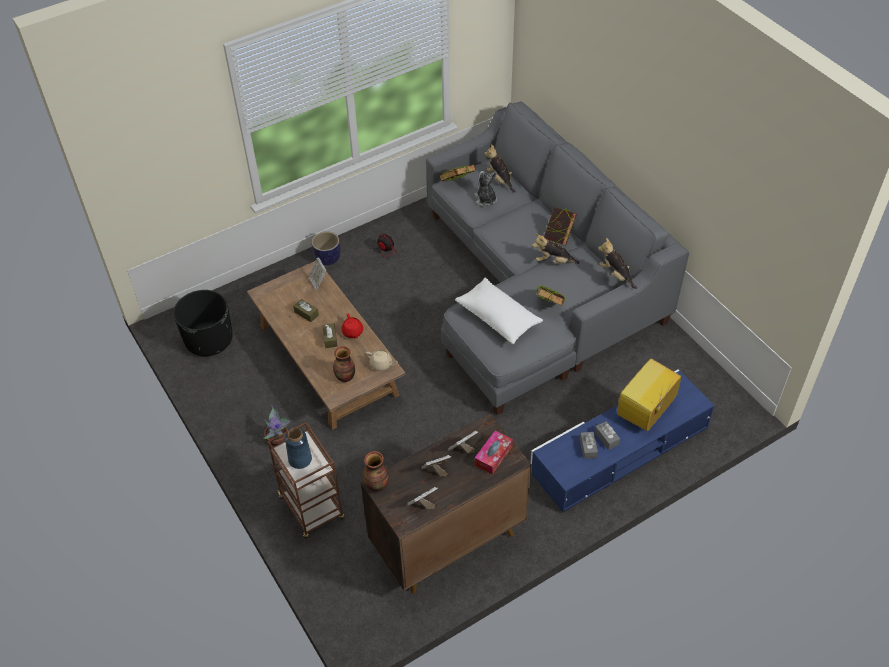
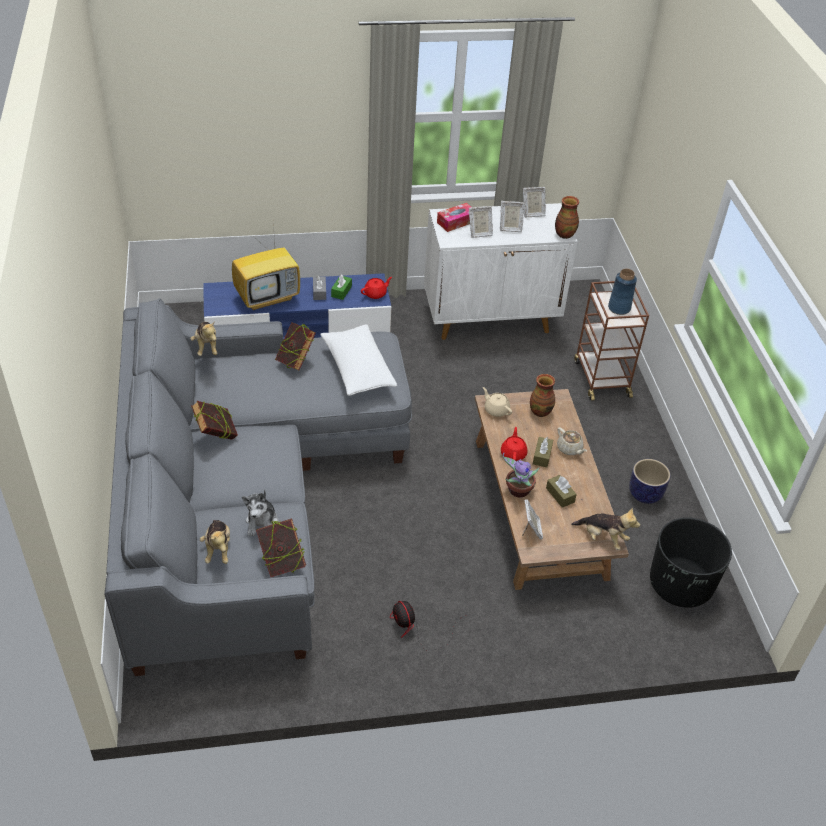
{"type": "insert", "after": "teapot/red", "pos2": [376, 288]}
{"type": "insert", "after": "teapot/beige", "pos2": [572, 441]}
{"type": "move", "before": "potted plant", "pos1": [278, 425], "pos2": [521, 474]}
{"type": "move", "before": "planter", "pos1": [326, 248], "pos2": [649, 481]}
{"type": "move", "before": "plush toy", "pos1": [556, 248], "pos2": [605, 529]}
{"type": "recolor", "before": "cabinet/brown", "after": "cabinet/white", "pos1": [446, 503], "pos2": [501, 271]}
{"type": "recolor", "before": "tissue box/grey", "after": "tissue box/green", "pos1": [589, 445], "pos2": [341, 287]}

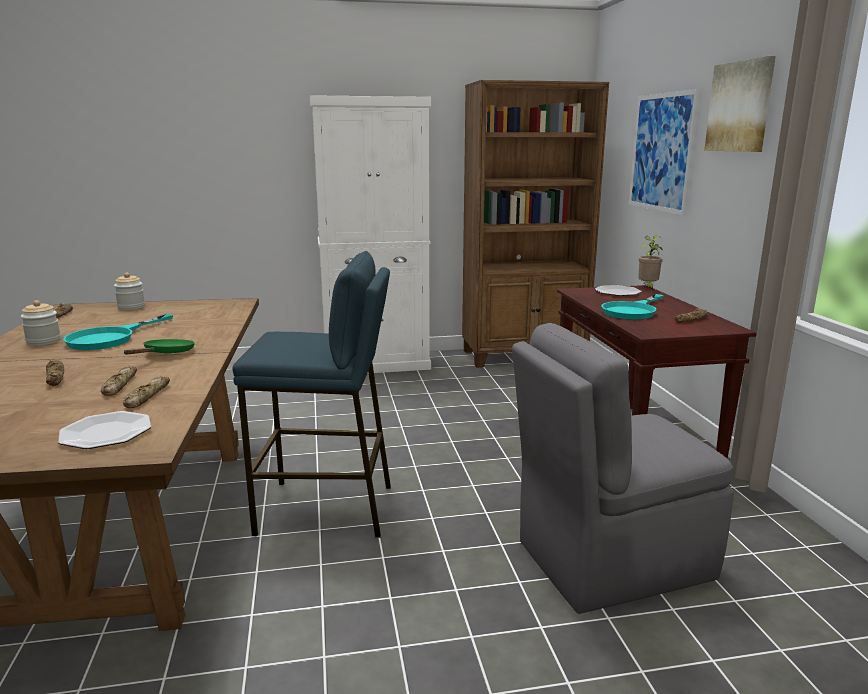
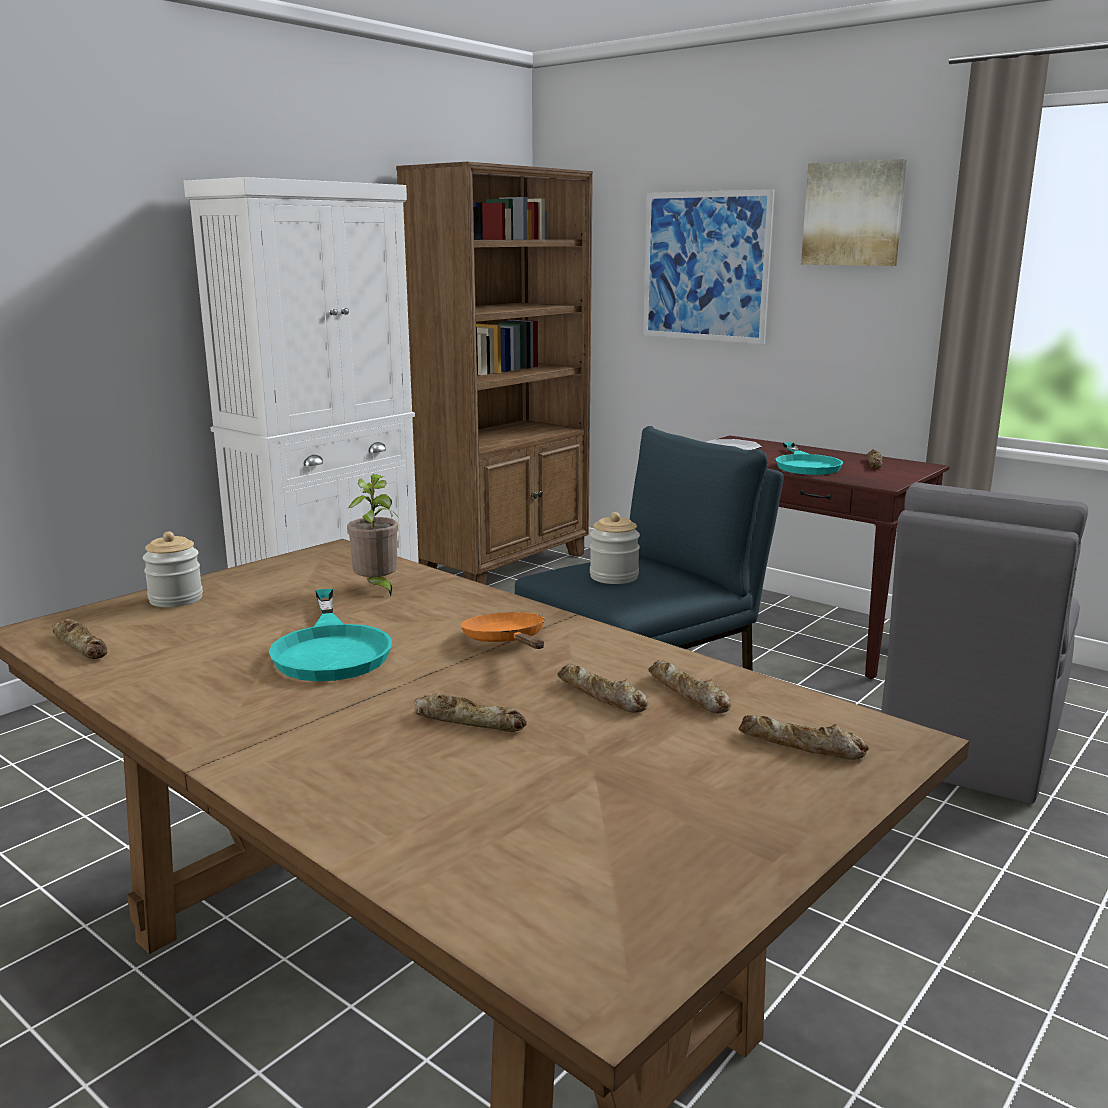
{"type": "move", "before": "jar", "pos1": [41, 323], "pos2": [615, 548]}
{"type": "move", "before": "potted plant", "pos1": [650, 262], "pos2": [372, 535]}
{"type": "replace", "before": "plate", "after": "bread", "pos1": [104, 430], "pos2": [804, 737]}
{"type": "recolor", "before": "frying pan/green", "after": "frying pan/orange", "pos1": [159, 347], "pos2": [503, 630]}

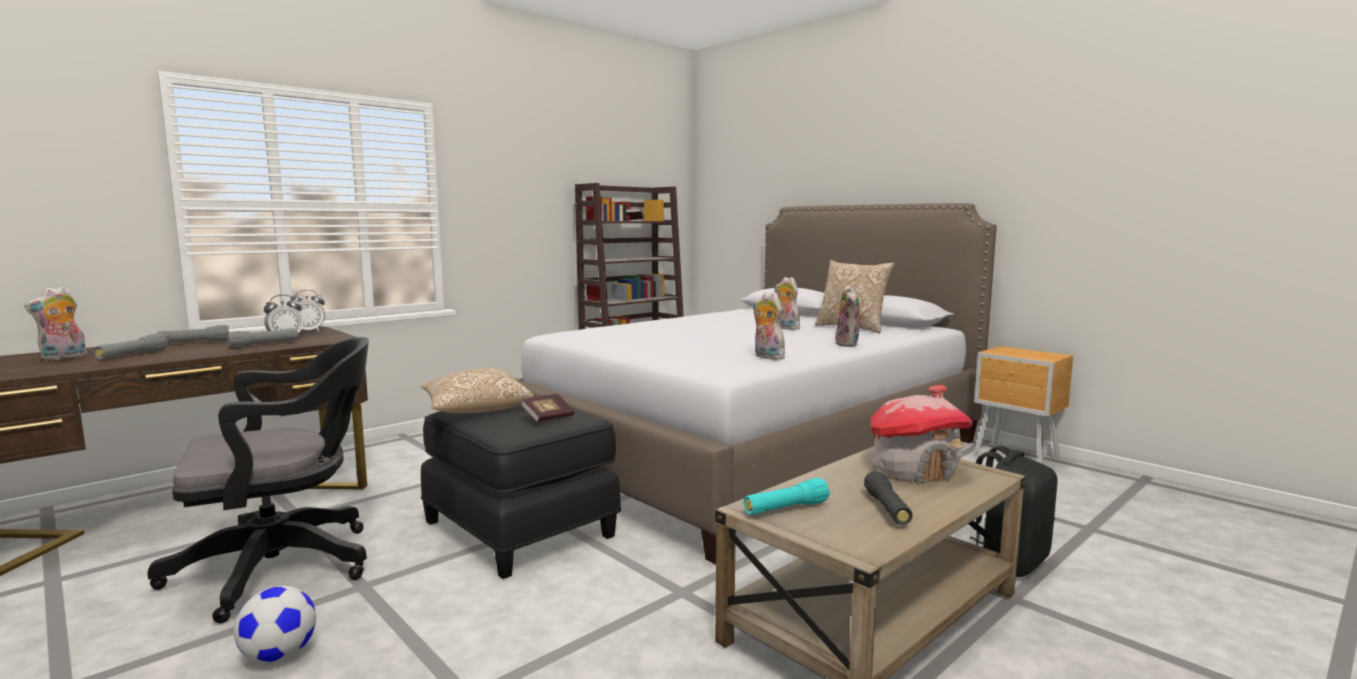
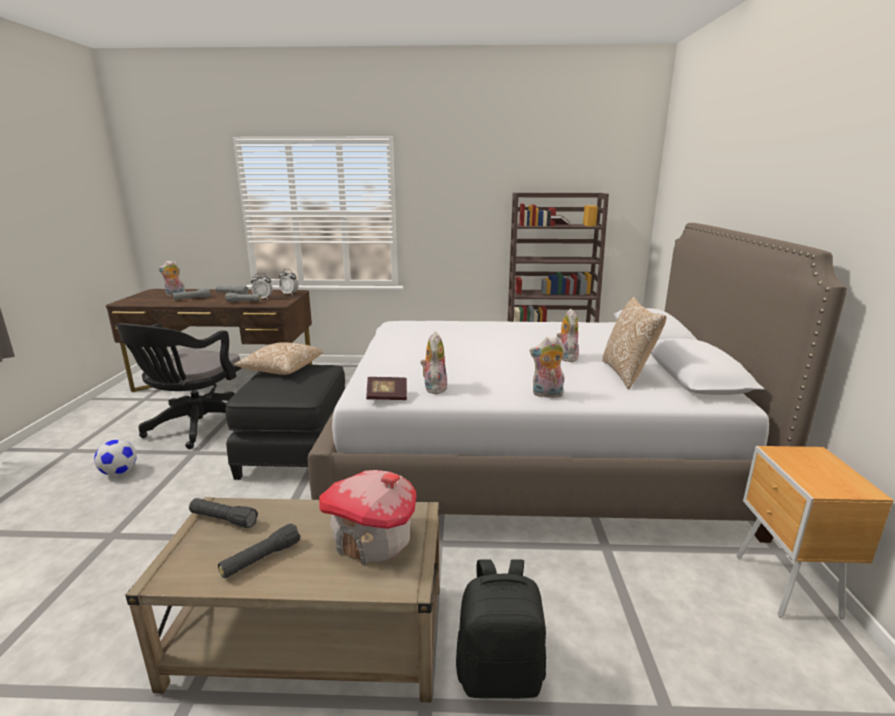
{"type": "move", "before": "book", "pos1": [547, 408], "pos2": [386, 388]}
{"type": "recolor", "before": "flashlight/turquoise", "after": "flashlight/black", "pos1": [786, 496], "pos2": [223, 513]}
{"type": "rotate", "before": "office chair/black", "pos1": [258, 480], "pos2": [178, 386], "turn": 90}
{"type": "rotate", "before": "plush toy", "pos1": [849, 316], "pos2": [547, 367], "turn": 45}

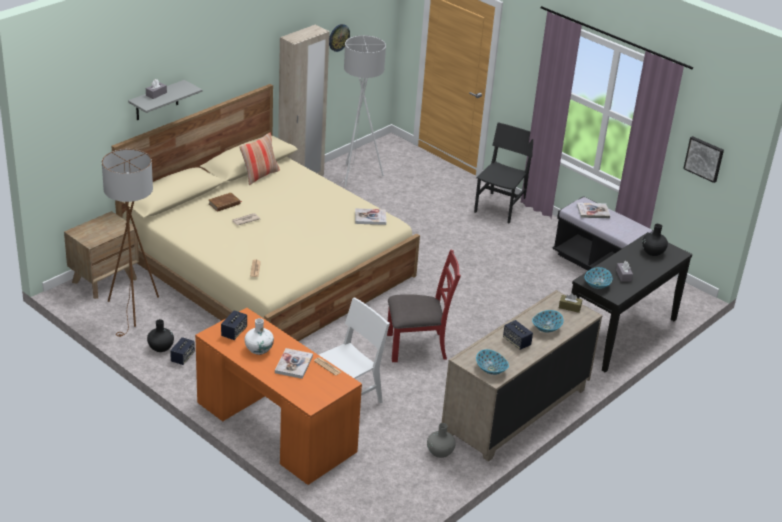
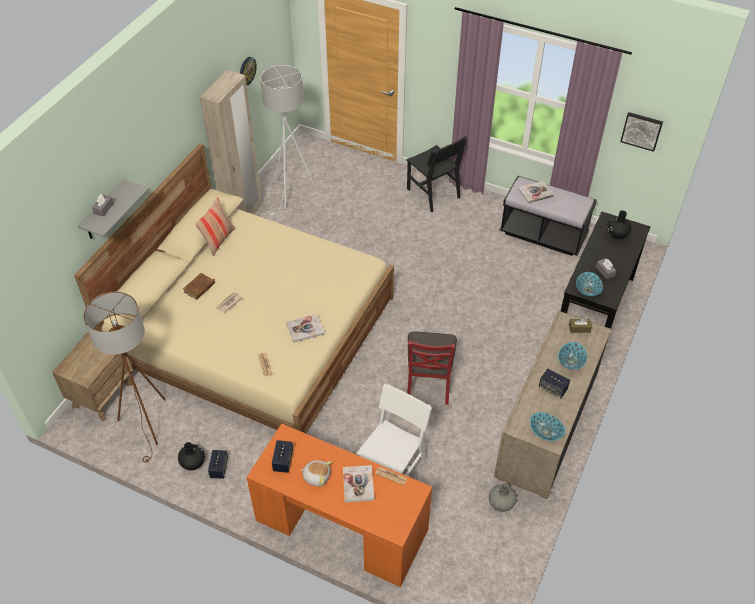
{"type": "move", "before": "book", "pos1": [370, 216], "pos2": [305, 328]}
{"type": "replace", "before": "vase/white", "after": "plush toy", "pos1": [259, 336], "pos2": [316, 473]}
{"type": "rotate", "before": "chair/red", "pos1": [424, 305], "pos2": [432, 368], "turn": 120}
{"type": "rotate", "before": "chair/black", "pos1": [503, 172], "pos2": [436, 173], "turn": 135}

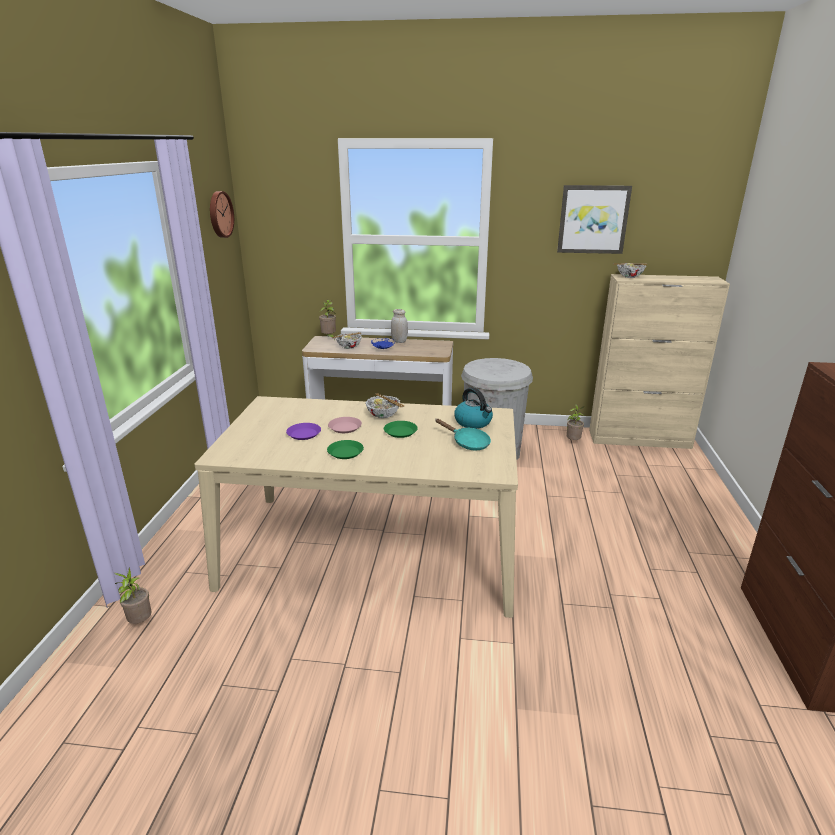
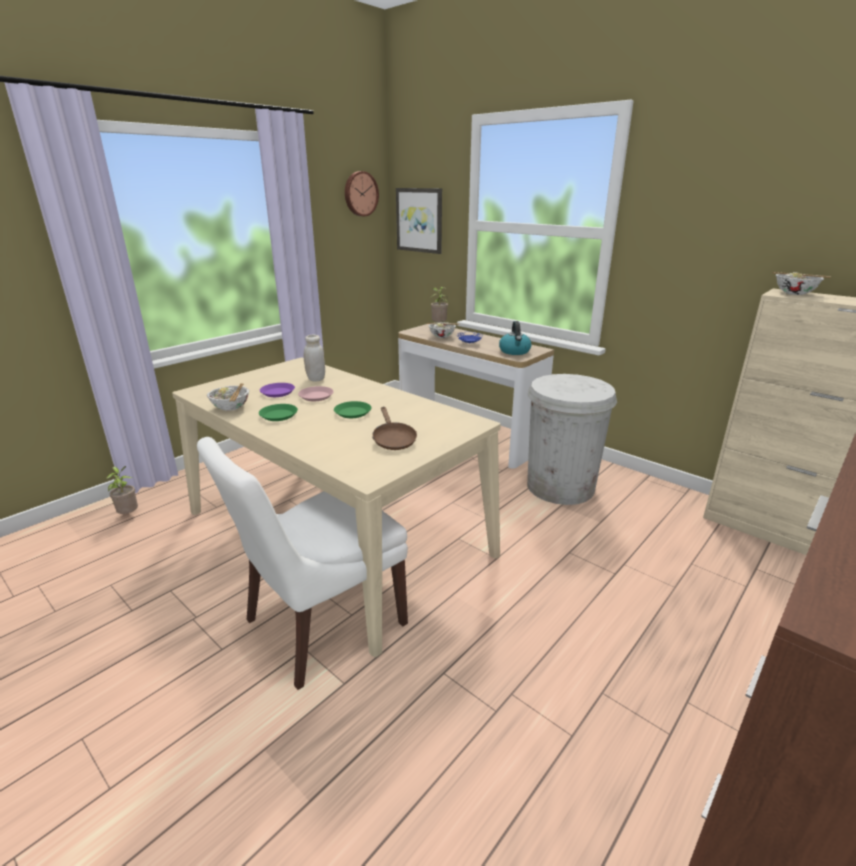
{"type": "delete", "before": "potted plant", "pos1": [576, 422]}
{"type": "insert", "after": "chair/white", "pos2": [302, 563]}
{"type": "move", "before": "bowl", "pos1": [385, 405], "pos2": [228, 397]}
{"type": "move", "before": "jar/white", "pos1": [399, 326], "pos2": [314, 358]}
{"type": "move", "before": "kettle", "pos1": [473, 408], "pos2": [515, 338]}
{"type": "move", "before": "picture", "pos1": [594, 219], "pos2": [419, 221]}
{"type": "recolor", "before": "frying pan/turquoise", "after": "frying pan/brown", "pos1": [463, 435], "pos2": [394, 428]}

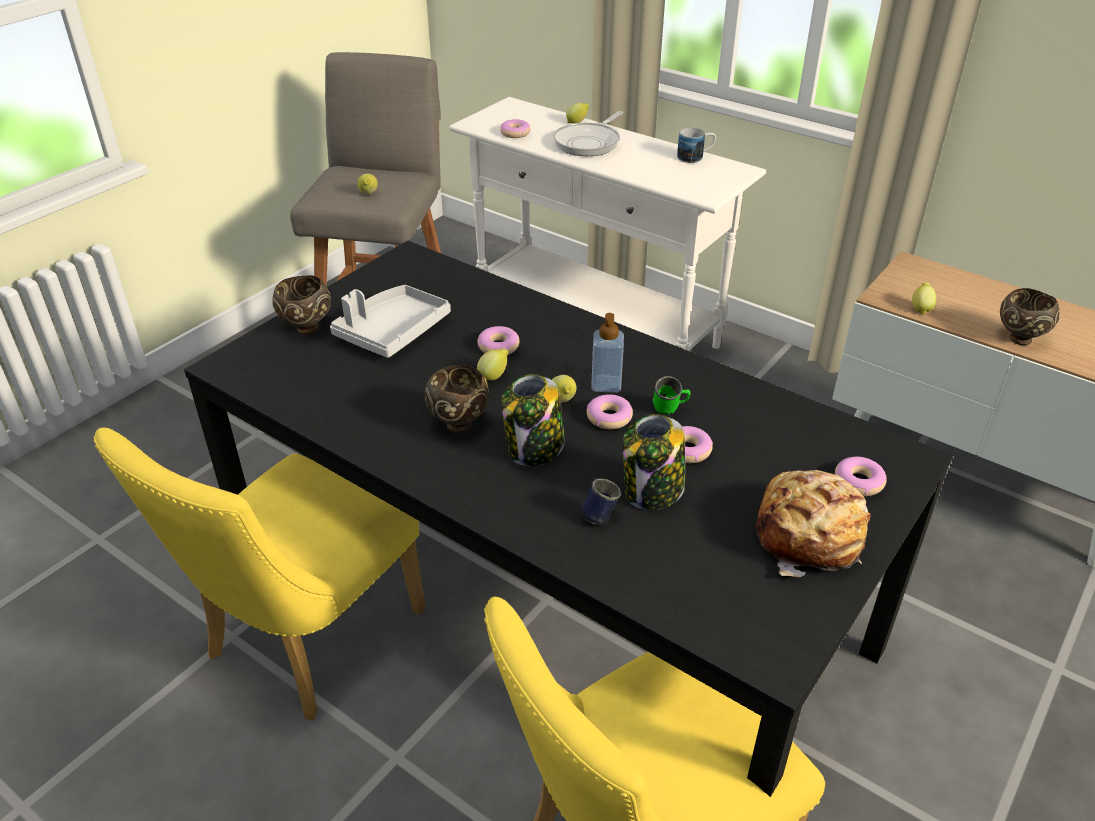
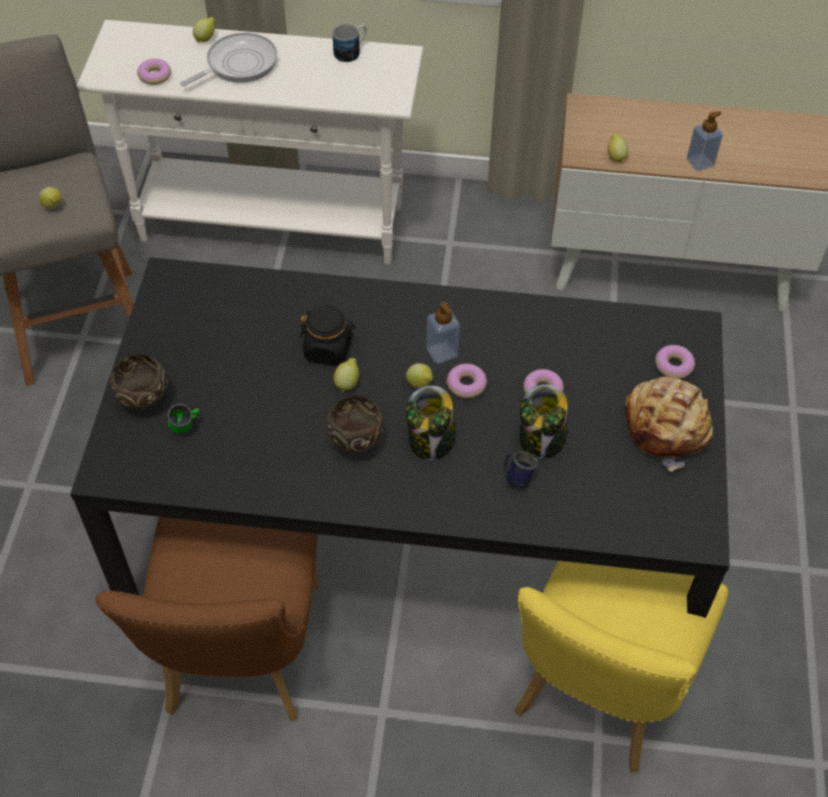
{"type": "delete", "before": "tray/grey", "pos1": [390, 321]}
{"type": "move", "before": "mug/green", "pos1": [672, 395], "pos2": [183, 419]}
{"type": "replace", "before": "donut", "after": "jar/black", "pos1": [498, 340], "pos2": [327, 335]}
{"type": "replace", "before": "bowl/brown", "after": "soap dispenser", "pos1": [1030, 316], "pos2": [705, 141]}
{"type": "recolor", "before": "chair/yellow", "after": "chair/brown", "pos1": [259, 573], "pos2": [207, 619]}
{"type": "rotate", "before": "frying pan", "pos1": [588, 133], "pos2": [228, 59], "turn": -135}

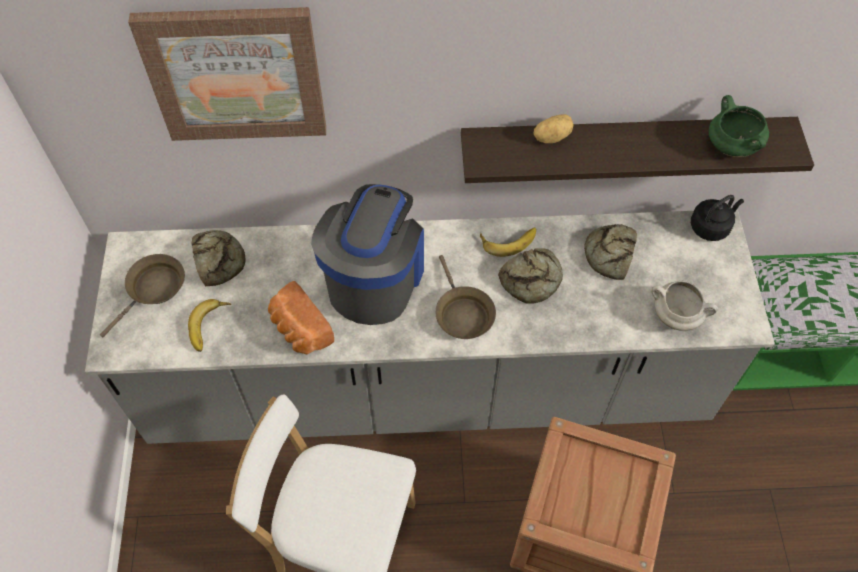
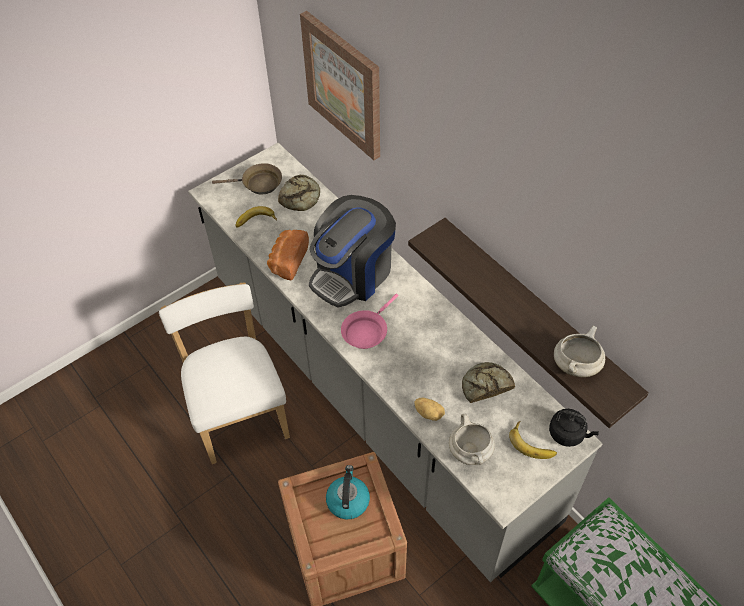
{"type": "delete", "before": "bread", "pos1": [530, 276]}
{"type": "insert", "after": "kettle", "pos2": [348, 492]}
{"type": "move", "before": "banana", "pos1": [508, 242], "pos2": [533, 440]}
{"type": "move", "before": "potato", "pos1": [553, 128], "pos2": [429, 409]}
{"type": "recolor", "before": "frying pan/brown", "after": "frying pan/pink", "pos1": [466, 297], "pos2": [369, 321]}
{"type": "recolor", "before": "cooking pot/green", "after": "cooking pot/white", "pos1": [739, 126], "pos2": [579, 351]}
{"type": "rotate", "before": "coffee machine", "pos1": [367, 254], "pos2": [352, 251], "turn": 150}

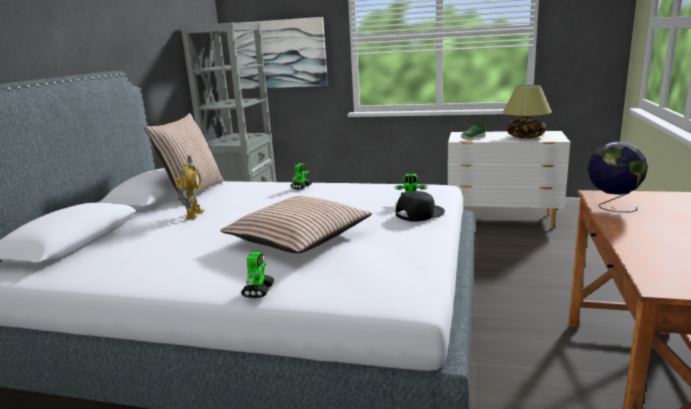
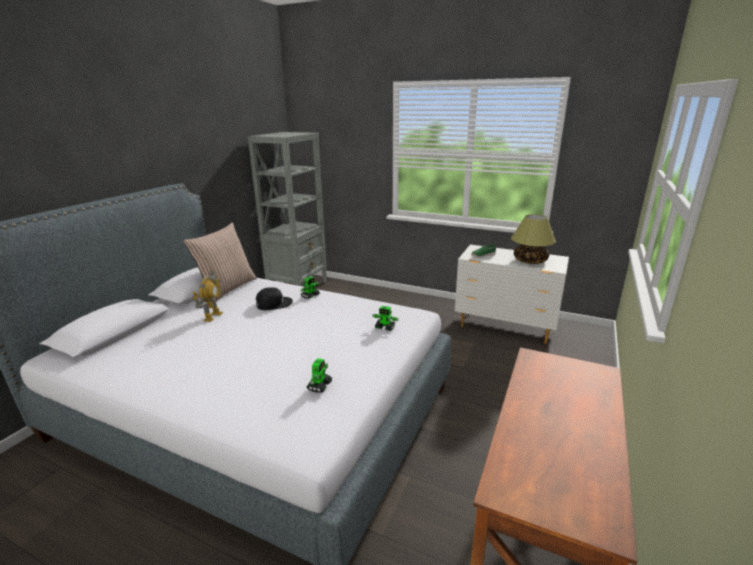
{"type": "delete", "before": "pillow", "pos1": [296, 224]}
{"type": "delete", "before": "picture", "pos1": [281, 53]}
{"type": "delete", "before": "globe", "pos1": [618, 177]}
{"type": "move", "before": "toy robot", "pos1": [258, 275], "pos2": [320, 375]}
{"type": "move", "before": "cap/black", "pos1": [420, 206], "pos2": [274, 298]}

